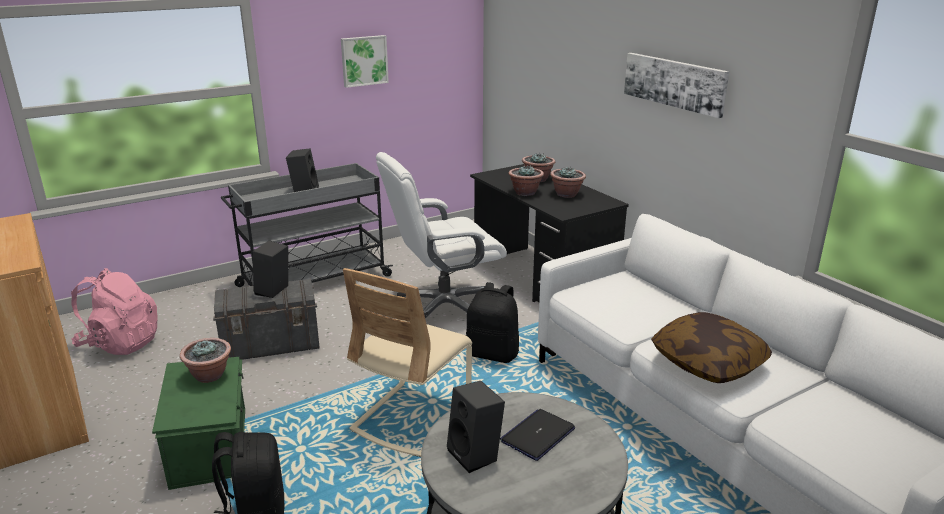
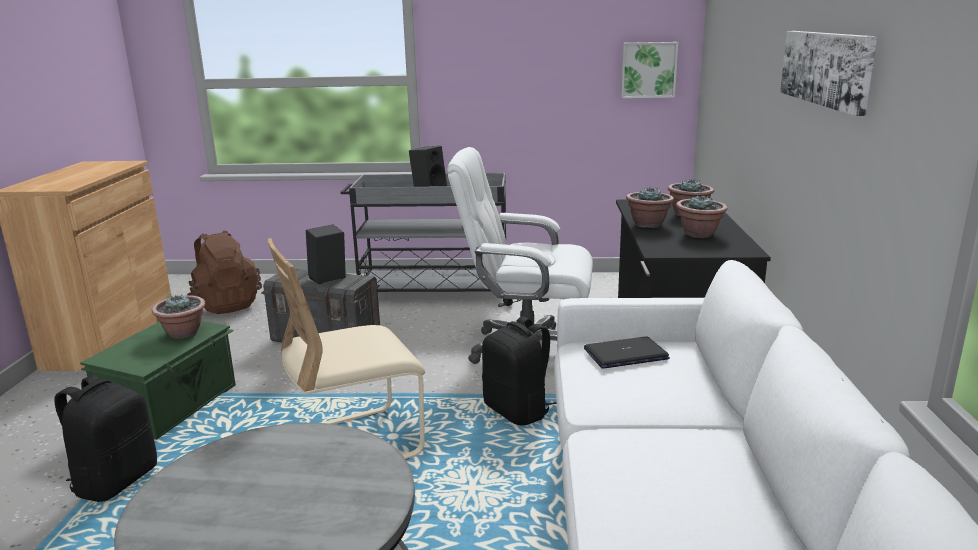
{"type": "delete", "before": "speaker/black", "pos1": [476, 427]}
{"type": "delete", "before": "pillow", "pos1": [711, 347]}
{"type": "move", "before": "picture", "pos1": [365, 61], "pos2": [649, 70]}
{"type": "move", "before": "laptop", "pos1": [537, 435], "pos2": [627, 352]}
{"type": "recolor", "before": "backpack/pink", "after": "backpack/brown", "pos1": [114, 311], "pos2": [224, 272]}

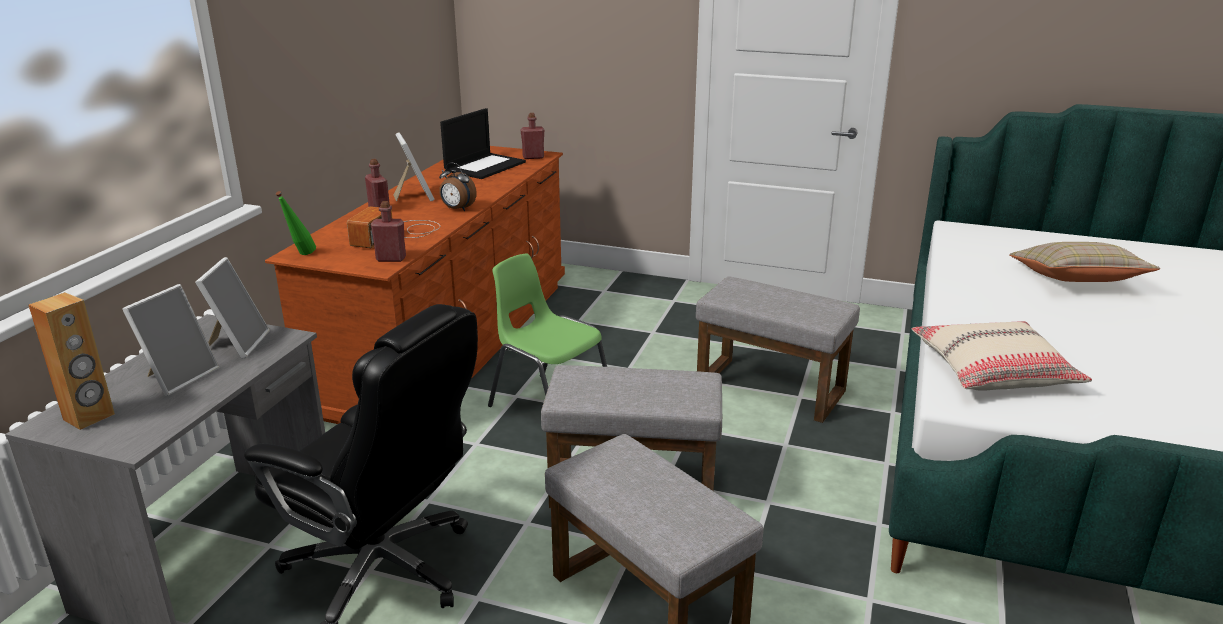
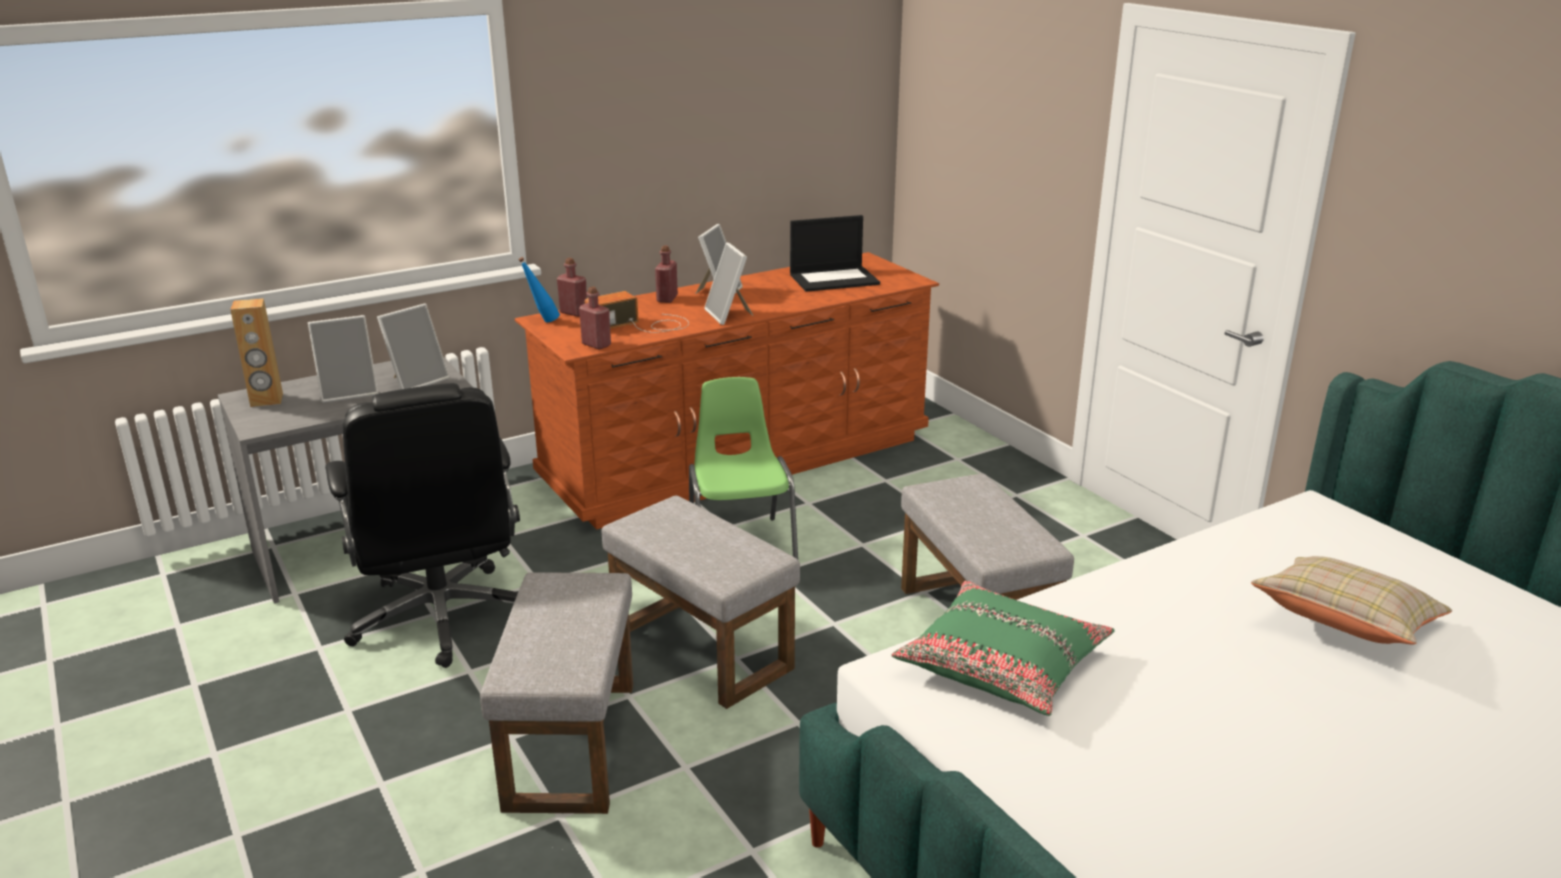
{"type": "move", "before": "bottle/red", "pos1": [532, 136], "pos2": [572, 287]}
{"type": "replace", "before": "alarm clock", "after": "picture frame", "pos1": [458, 186], "pos2": [728, 284]}
{"type": "recolor", "before": "bottle/green", "after": "bottle/blue", "pos1": [296, 223], "pos2": [539, 289]}
{"type": "recolor", "before": "pillow/beige", "after": "pillow/green", "pos1": [1001, 356], "pos2": [1003, 648]}

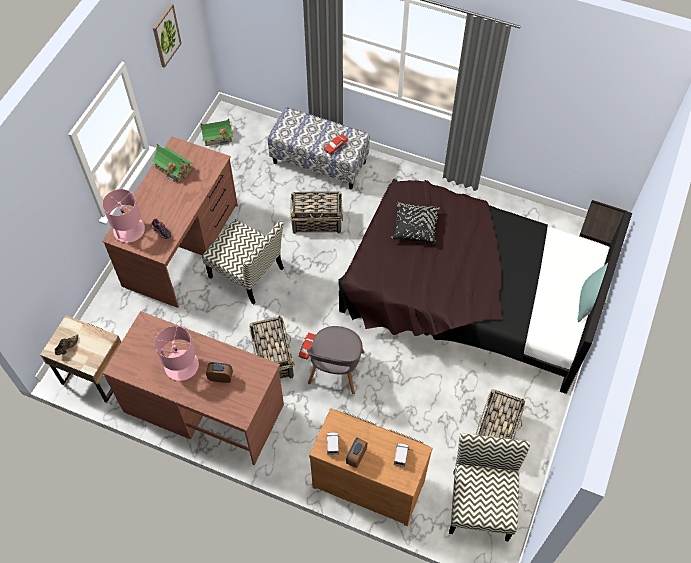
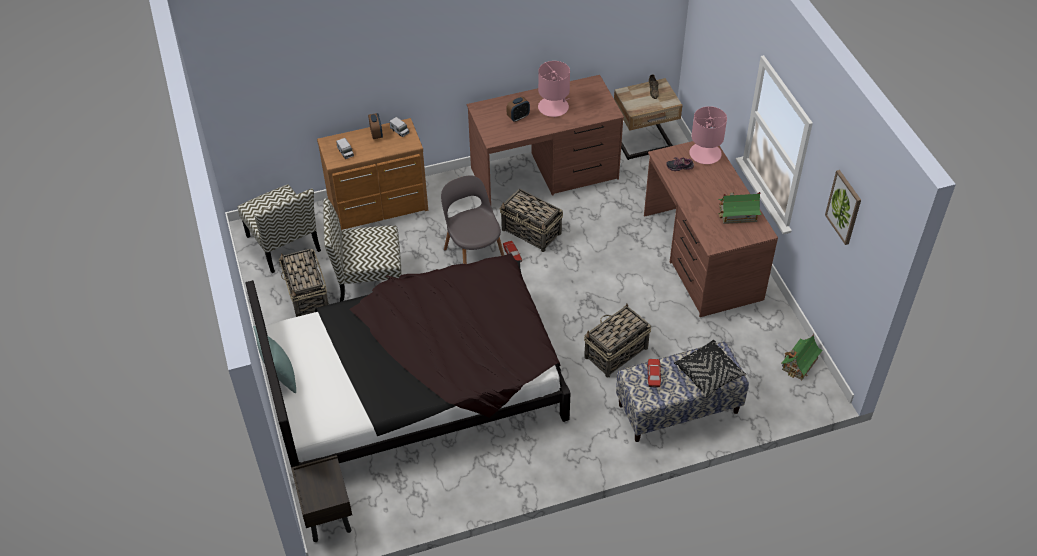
{"type": "move", "before": "chair", "pos1": [243, 261], "pos2": [362, 250]}
{"type": "move", "before": "pillow/black", "pos1": [415, 222], "pos2": [710, 368]}

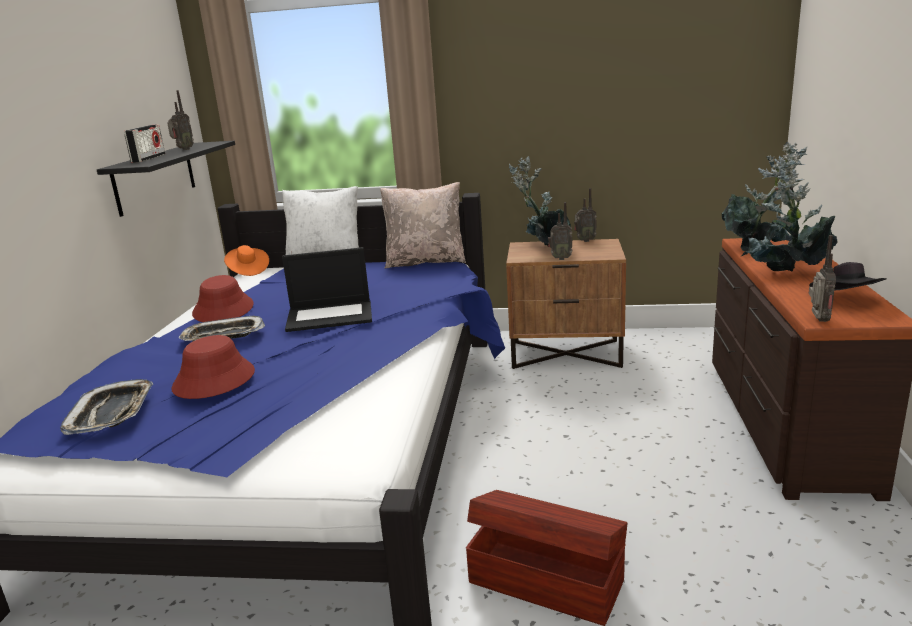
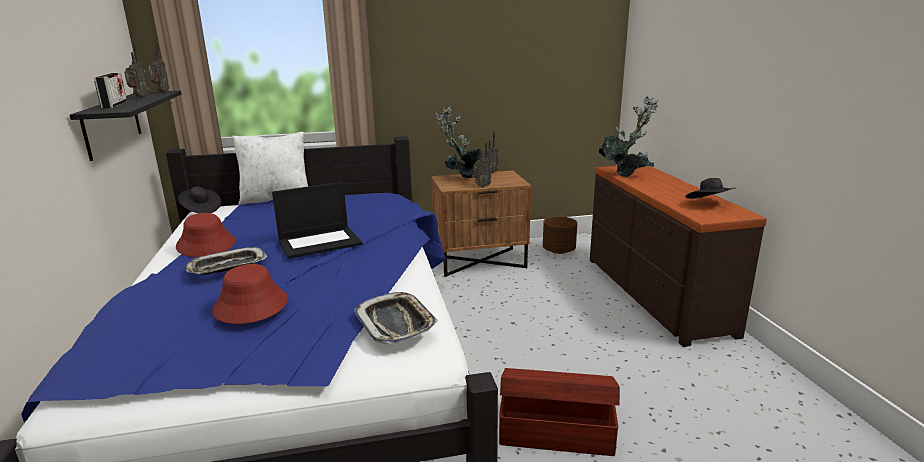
{"type": "delete", "before": "pillow/beige", "pos1": [423, 225]}
{"type": "delete", "before": "potted plant", "pos1": [789, 213]}
{"type": "insert", "after": "planter/brown", "pos2": [560, 235]}
{"type": "move", "before": "tray", "pos1": [106, 407], "pos2": [396, 318]}
{"type": "move", "before": "radio", "pos1": [822, 278], "pos2": [159, 66]}
{"type": "recolor", "before": "hat/orange", "after": "hat/black", "pos1": [246, 260], "pos2": [199, 200]}

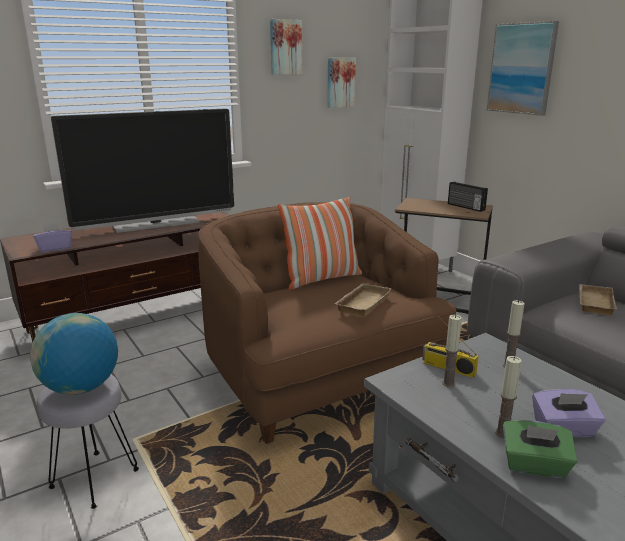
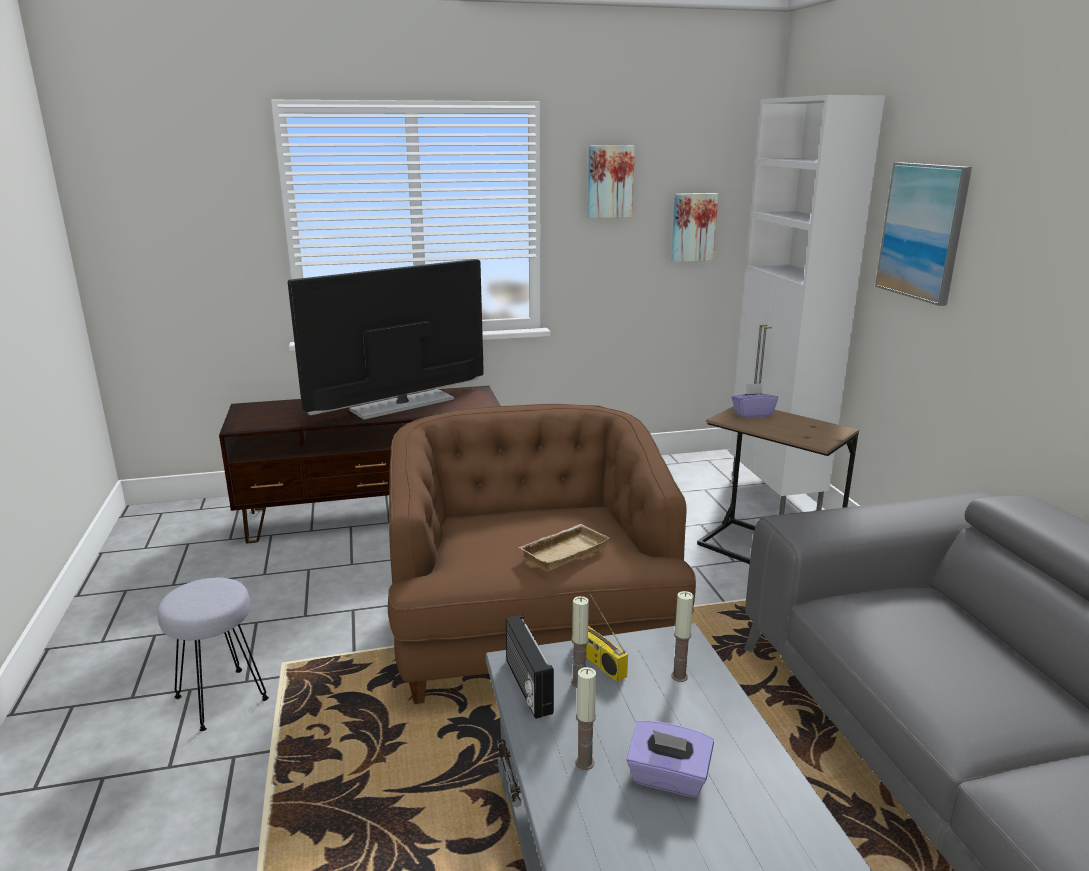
{"type": "delete", "before": "globe", "pos1": [74, 354]}
{"type": "delete", "before": "pillow", "pos1": [320, 243]}
{"type": "delete", "before": "tissue box/green", "pos1": [540, 449]}
{"type": "delete", "before": "tray/beige", "pos1": [598, 300]}
{"type": "move", "before": "tissue box/purple", "pos1": [52, 236], "pos2": [755, 400]}
{"type": "move", "before": "radio", "pos1": [468, 197], "pos2": [530, 667]}
{"type": "rotate", "before": "television", "pos1": [142, 170], "pos2": [386, 339], "turn": 150}

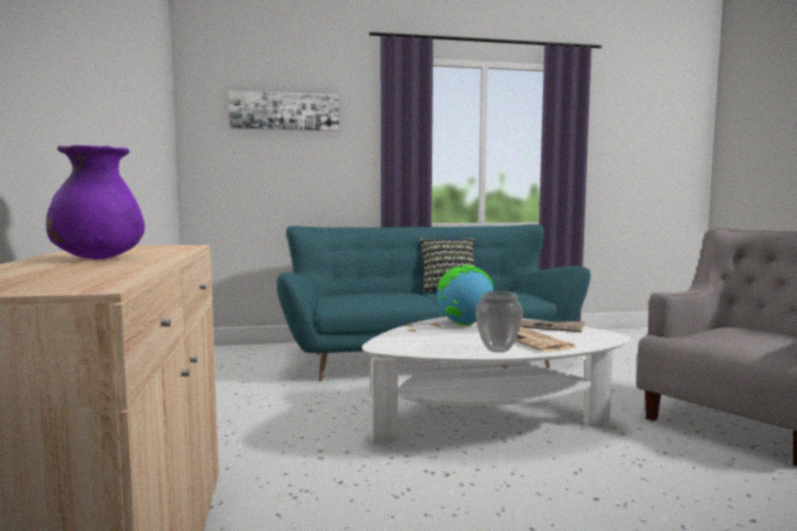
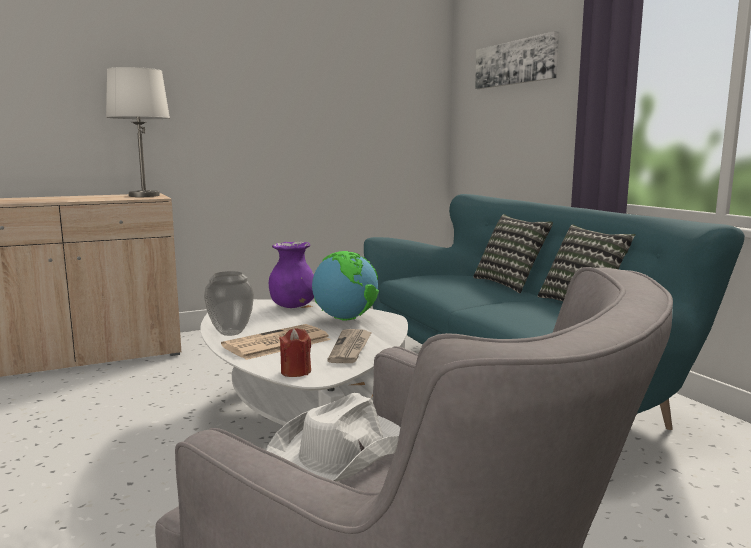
{"type": "insert", "after": "table lamp/white", "pos2": [138, 132]}
{"type": "insert", "after": "hat/white", "pos2": [333, 437]}
{"type": "insert", "after": "candle/red", "pos2": [295, 352]}
{"type": "insert", "after": "pillow", "pos2": [513, 253]}
{"type": "move", "before": "vase/purple", "pos1": [95, 202], "pos2": [291, 275]}

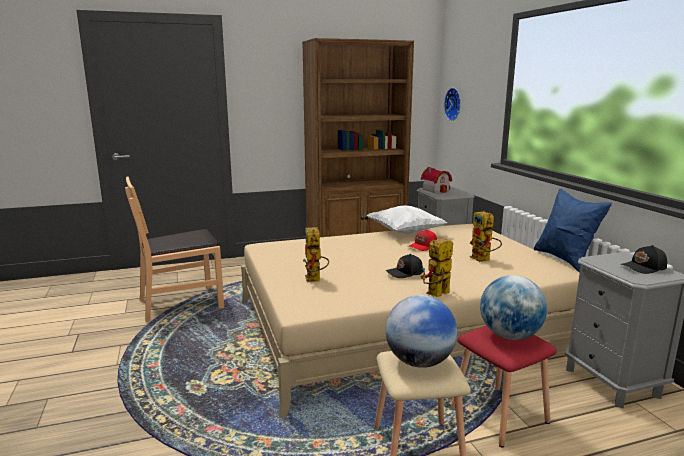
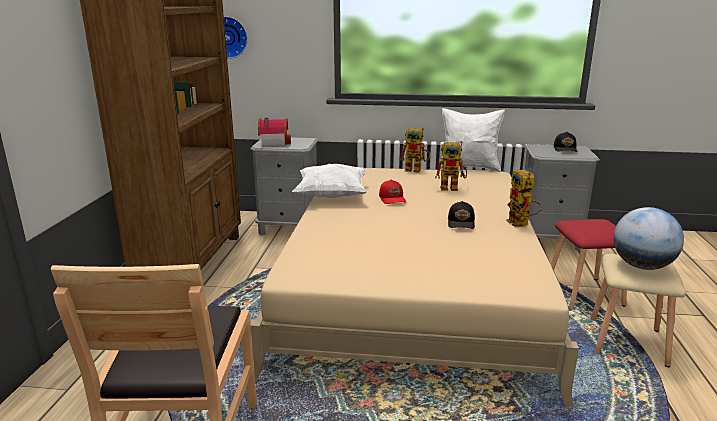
{"type": "delete", "before": "globe", "pos1": [513, 307]}
{"type": "move", "before": "toy robot", "pos1": [316, 254], "pos2": [415, 150]}
{"type": "recolor", "before": "pillow/blue", "after": "pillow/white", "pos1": [573, 230], "pos2": [472, 140]}

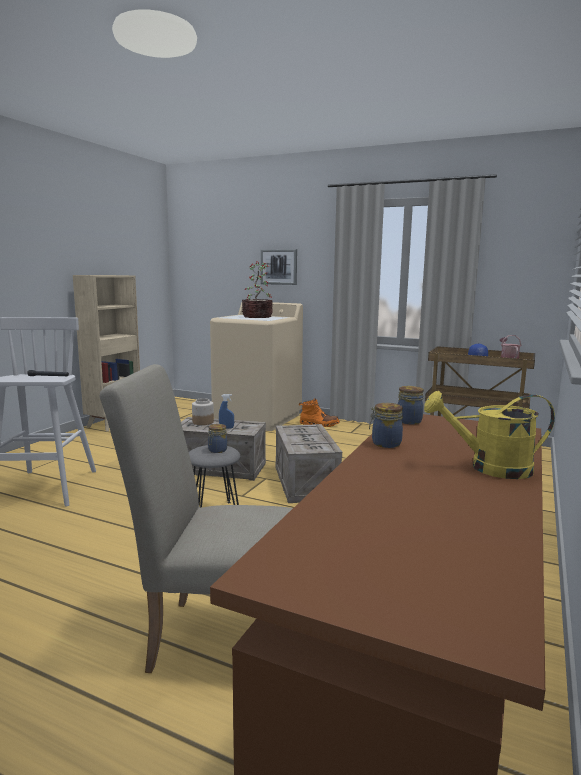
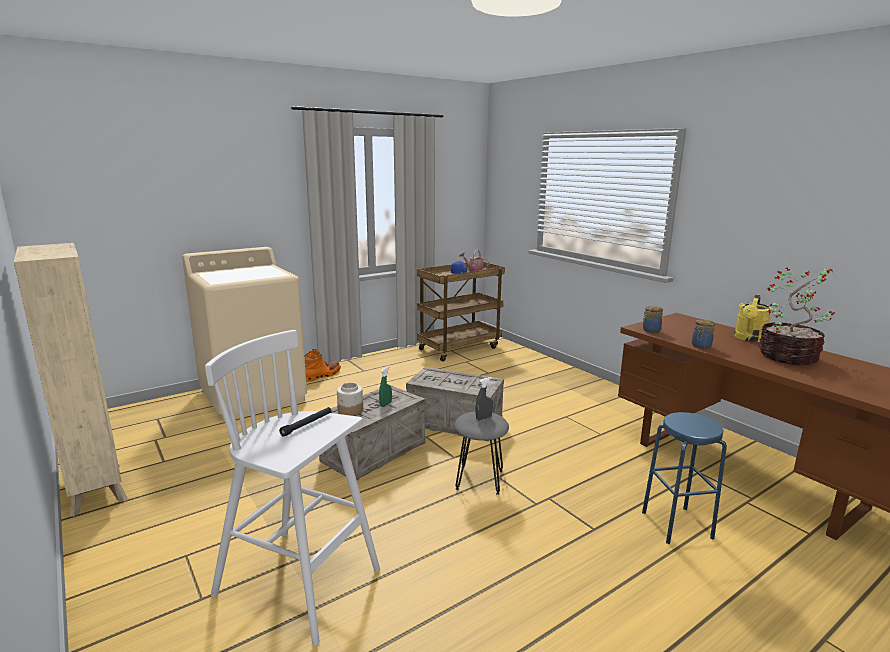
{"type": "delete", "before": "picture", "pos1": [278, 267]}
{"type": "move", "before": "potted plant", "pos1": [257, 289], "pos2": [797, 316]}
{"type": "replace", "before": "chair/beige", "after": "stool/blue", "pos1": [196, 518], "pos2": [684, 478]}
{"type": "replace", "before": "jar", "after": "spray bottle/grey", "pos1": [217, 438], "pos2": [484, 398]}
{"type": "recolor", "before": "spray bottle/blue", "after": "spray bottle/green", "pos1": [226, 411], "pos2": [385, 386]}

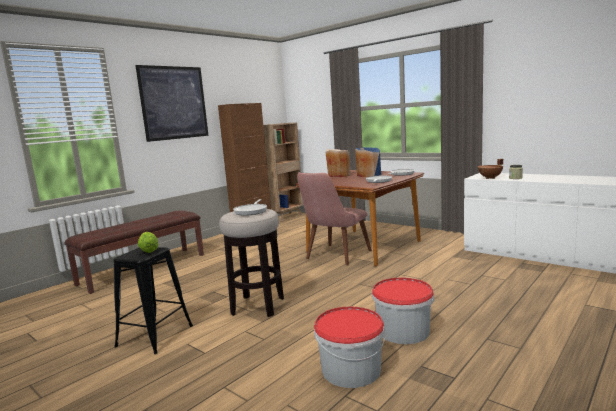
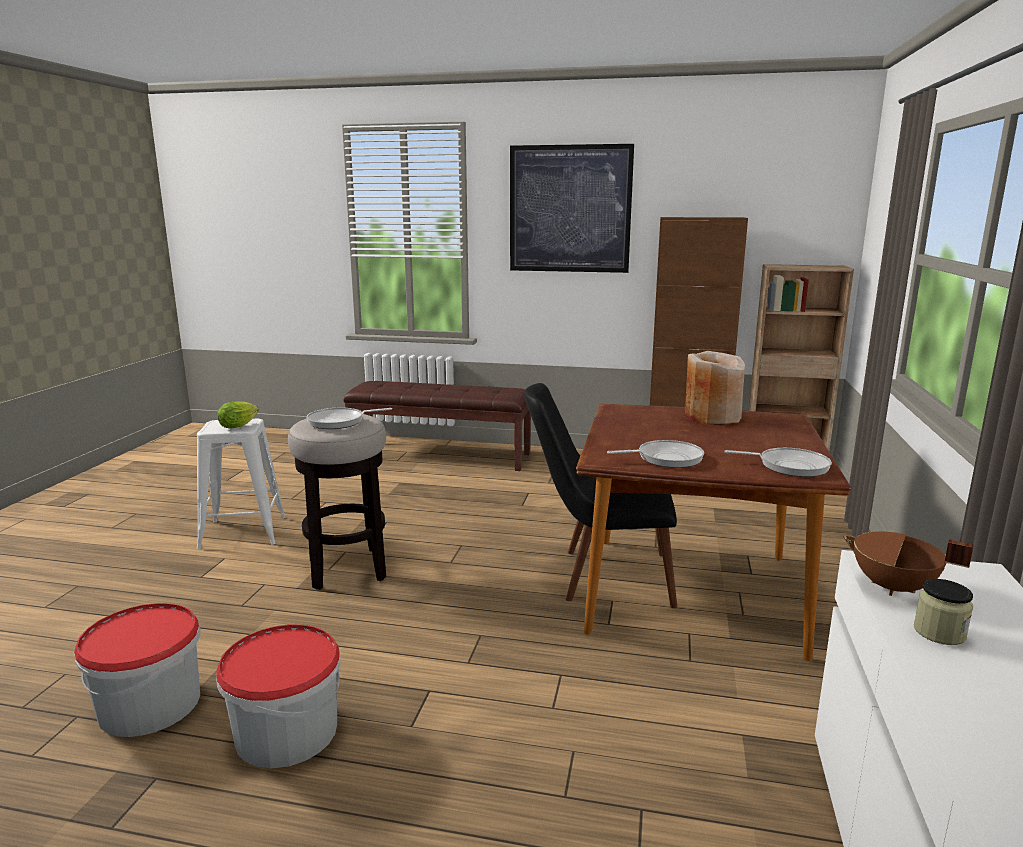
{"type": "delete", "before": "vase/blue", "pos1": [368, 162]}
{"type": "recolor", "before": "stool/black", "after": "stool/white", "pos1": [153, 300], "pos2": [241, 484]}
{"type": "recolor", "before": "chair/pink", "after": "chair/black", "pos1": [334, 219], "pos2": [601, 495]}

